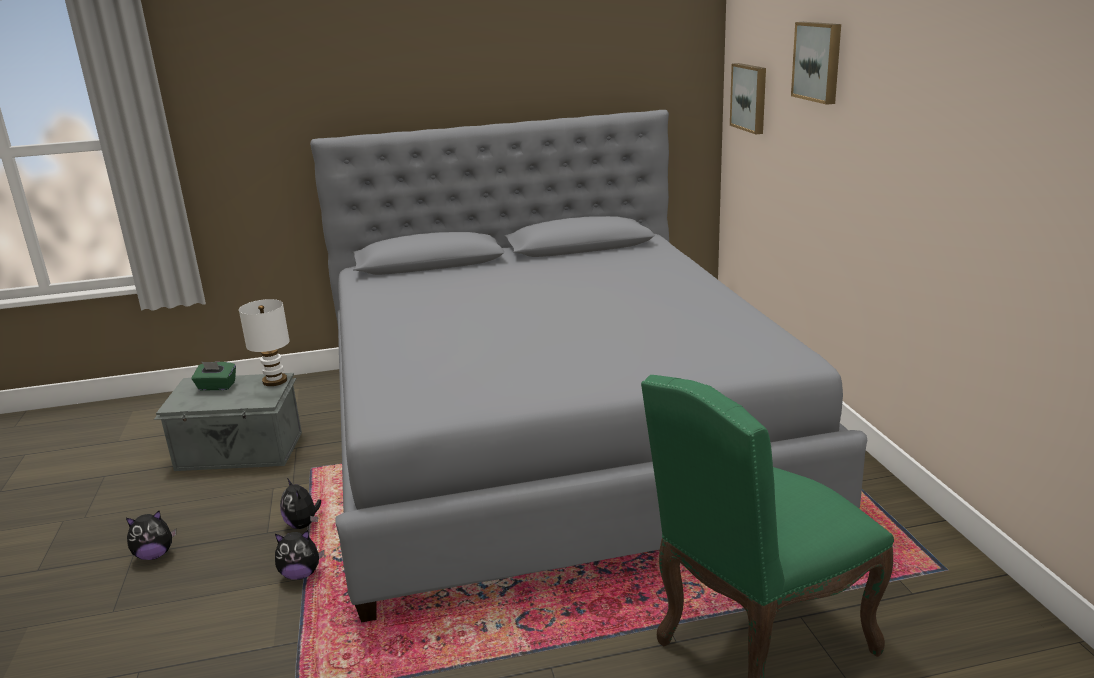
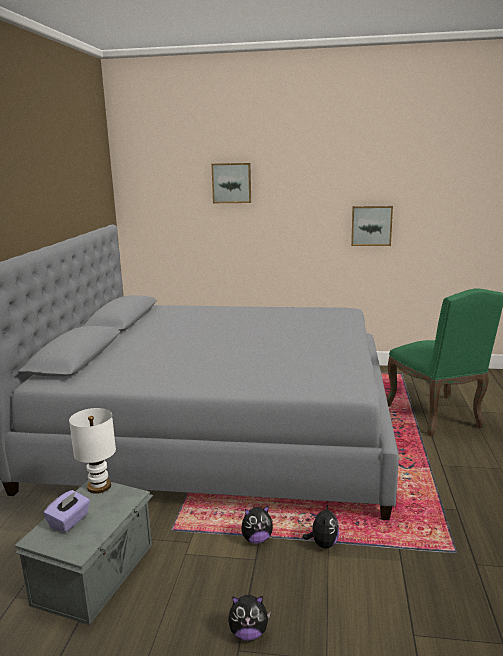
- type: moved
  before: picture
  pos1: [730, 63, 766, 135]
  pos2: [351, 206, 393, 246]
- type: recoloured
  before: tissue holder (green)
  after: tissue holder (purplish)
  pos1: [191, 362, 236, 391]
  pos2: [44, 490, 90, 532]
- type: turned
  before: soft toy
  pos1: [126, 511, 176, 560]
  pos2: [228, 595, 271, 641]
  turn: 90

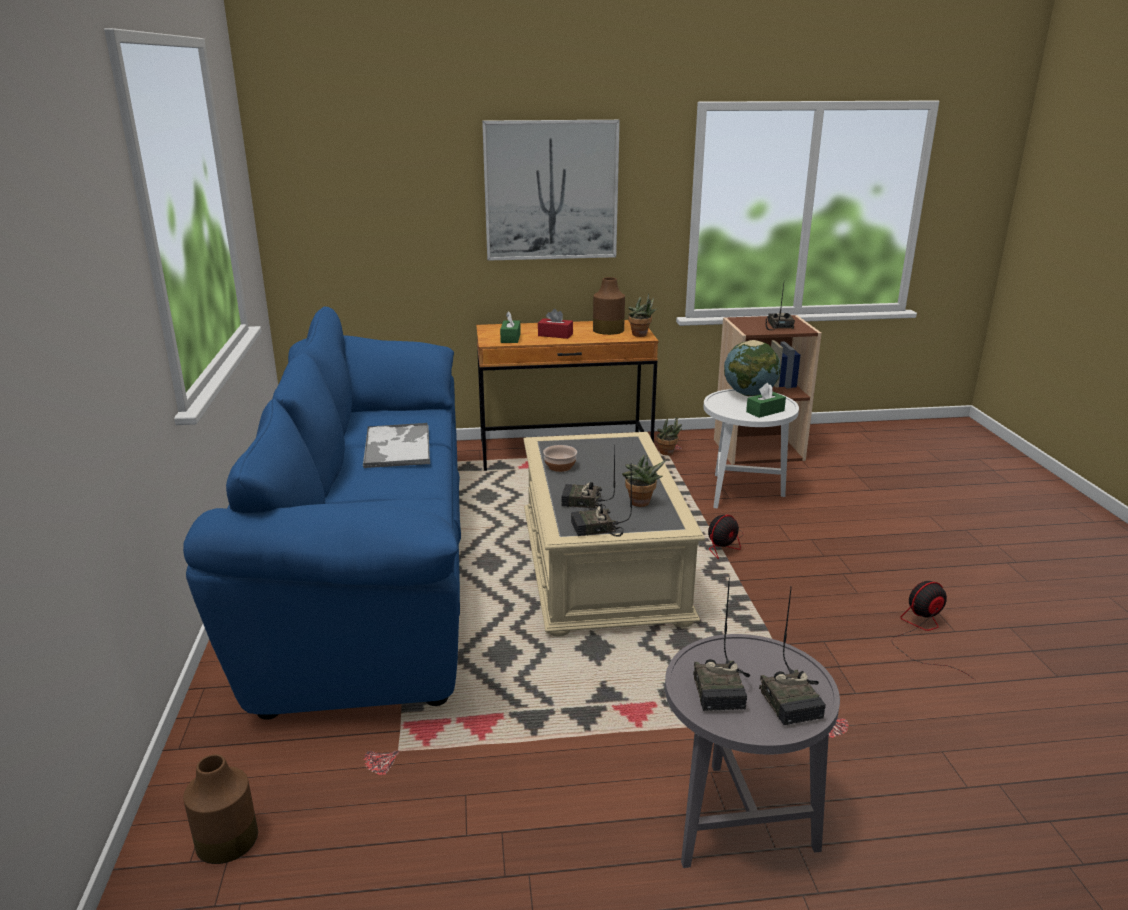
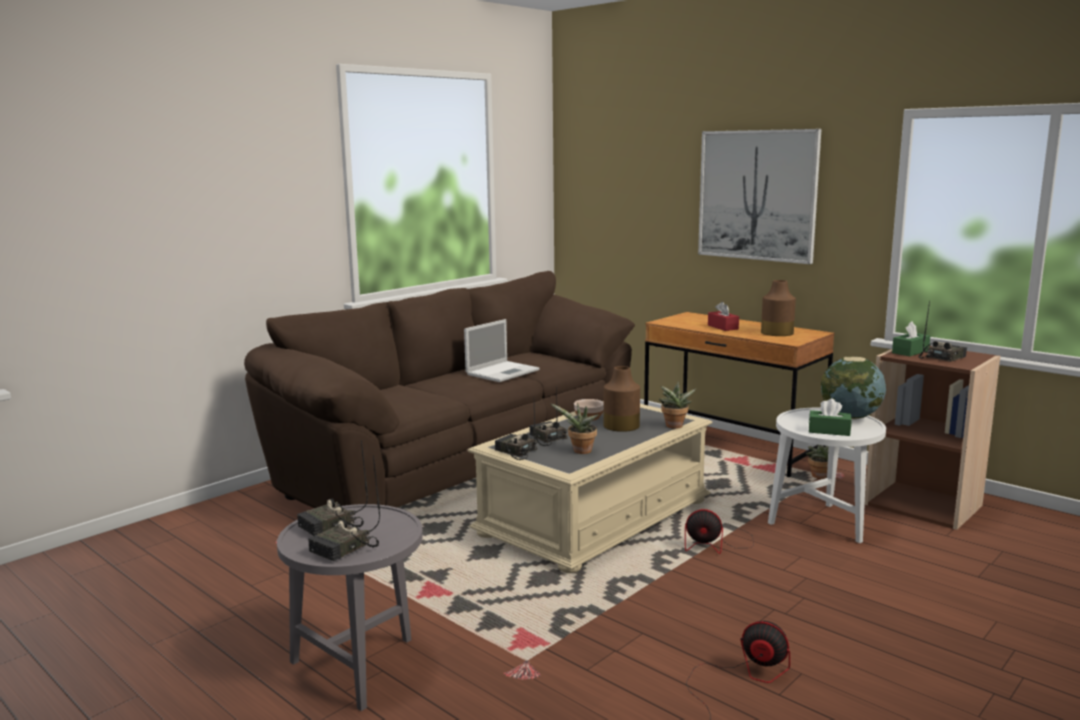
- type: moved
  before: decorative vase (brownish)
  pos1: [183, 754, 258, 864]
  pos2: [603, 366, 640, 432]
- type: moved
  before: tissue holder (green)
  pos1: [500, 311, 521, 343]
  pos2: [892, 321, 930, 356]
- type: moved
  before: plant in a pot
  pos1: [628, 293, 657, 337]
  pos2: [659, 382, 696, 429]
- type: replaced
  before: tray
  after: laptop
  pos1: [363, 423, 430, 468]
  pos2: [464, 319, 540, 382]
- type: recoloured
  before: couch (blue)
  after: couch (brownish)
  pos1: [183, 307, 461, 720]
  pos2: [244, 271, 635, 508]

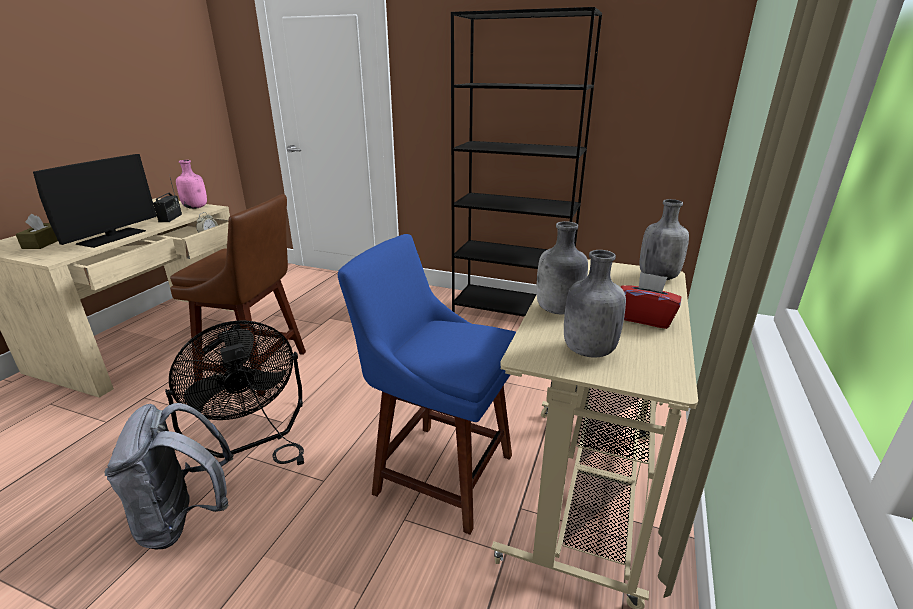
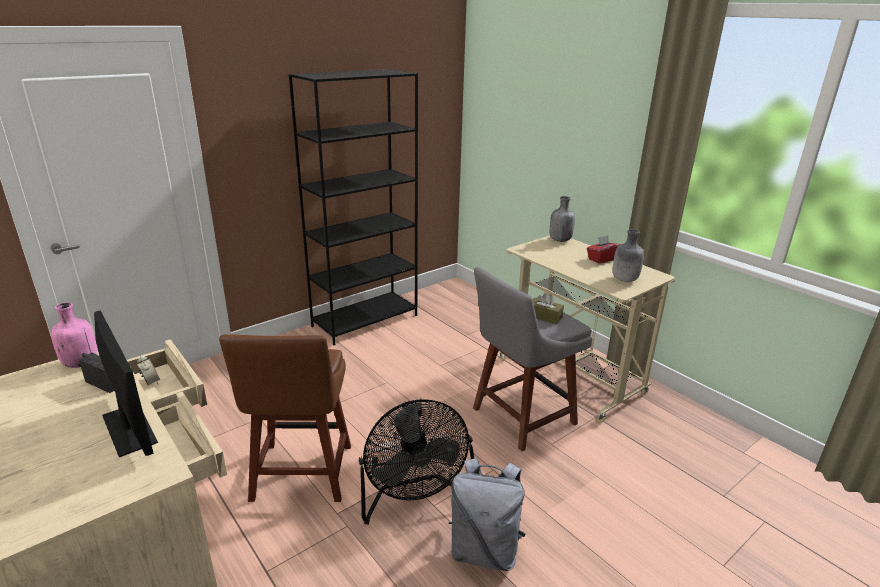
- type: removed
  before: beverage bottle (gray)
  pos1: [536, 221, 588, 314]
- type: moved
  before: tissue holder (brownish)
  pos1: [16, 214, 58, 249]
  pos2: [533, 293, 564, 324]
- type: recoloured
  before: stool (blue)
  after: stool (gray)
  pos1: [338, 234, 516, 535]
  pos2: [473, 267, 592, 451]
- type: turned
  before: electric fan (black)
  pos1: [165, 320, 304, 465]
  pos2: [359, 399, 474, 525]
  turn: -105
- type: turned
  before: chair (brownish)
  pos1: [170, 194, 306, 397]
  pos2: [219, 334, 351, 502]
  turn: 135

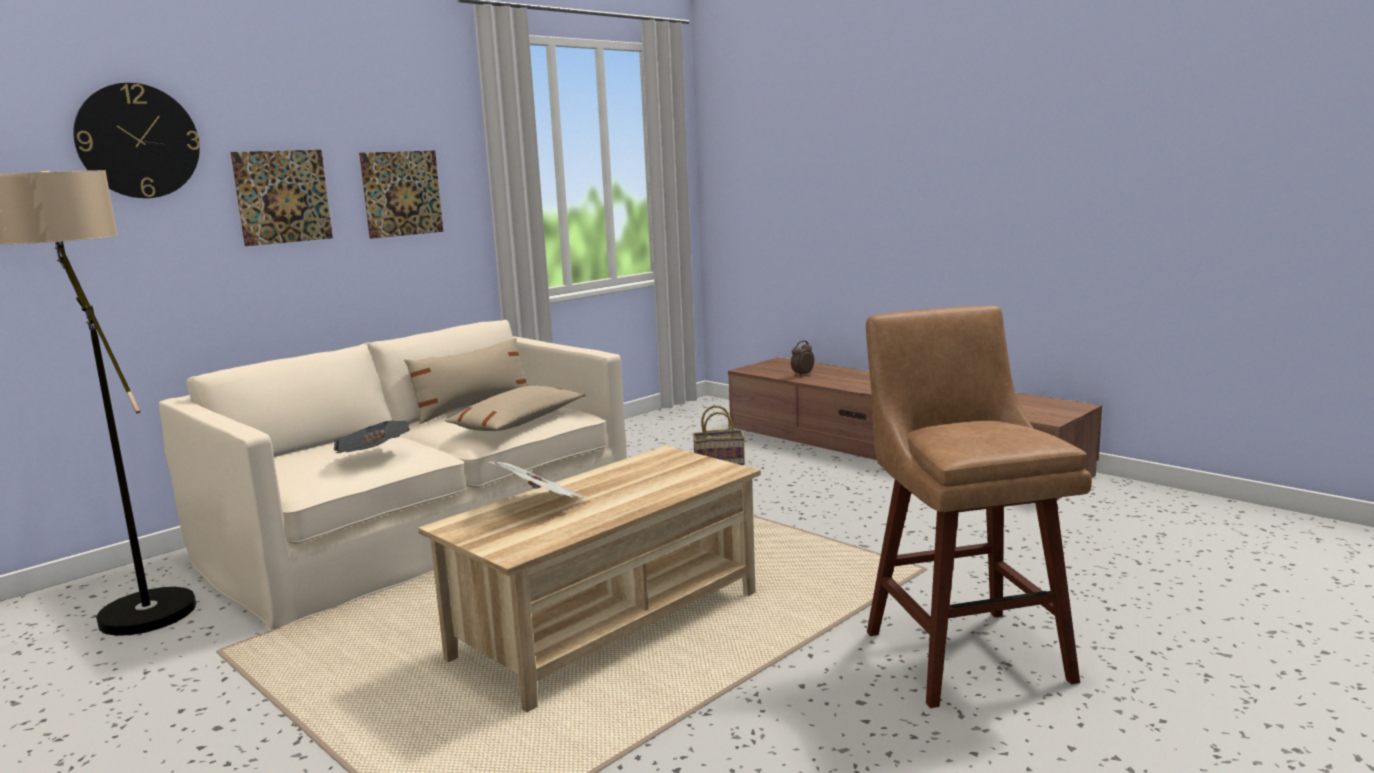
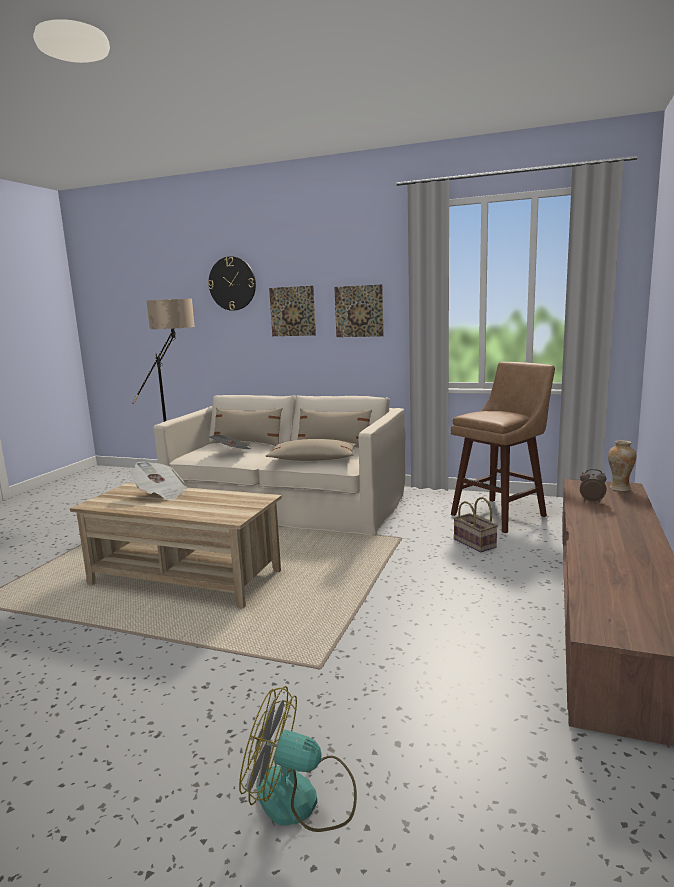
- type: added
  after: cushion (beige)
  pos2: [212, 407, 283, 446]
- type: added
  after: electric fan
  pos2: [239, 686, 357, 832]
- type: added
  after: decorative vase
  pos2: [608, 440, 637, 491]
- type: moved
  before: stool (brownish)
  pos1: [866, 306, 1092, 708]
  pos2: [451, 362, 555, 533]

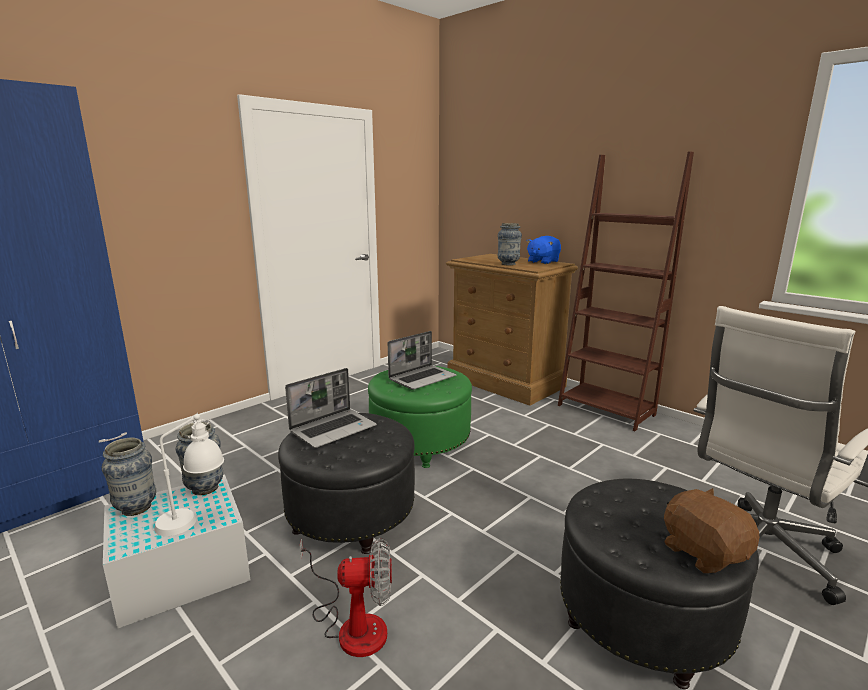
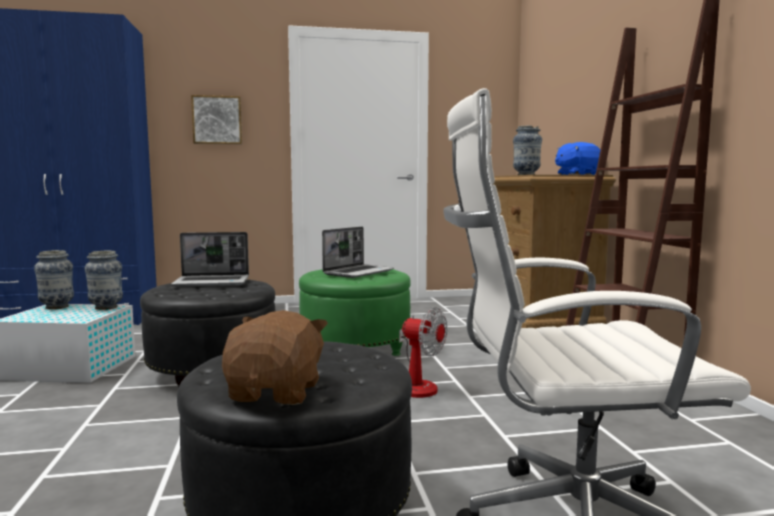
- type: removed
  before: lamp for a table (white)
  pos1: [154, 412, 224, 536]
- type: added
  after: picture
  pos2: [191, 95, 242, 144]
- type: moved
  before: electric fan
  pos1: [299, 538, 392, 657]
  pos2: [399, 307, 447, 398]
- type: turned
  before: laptop
  pos1: [388, 331, 457, 390]
  pos2: [322, 227, 394, 278]
  turn: -45

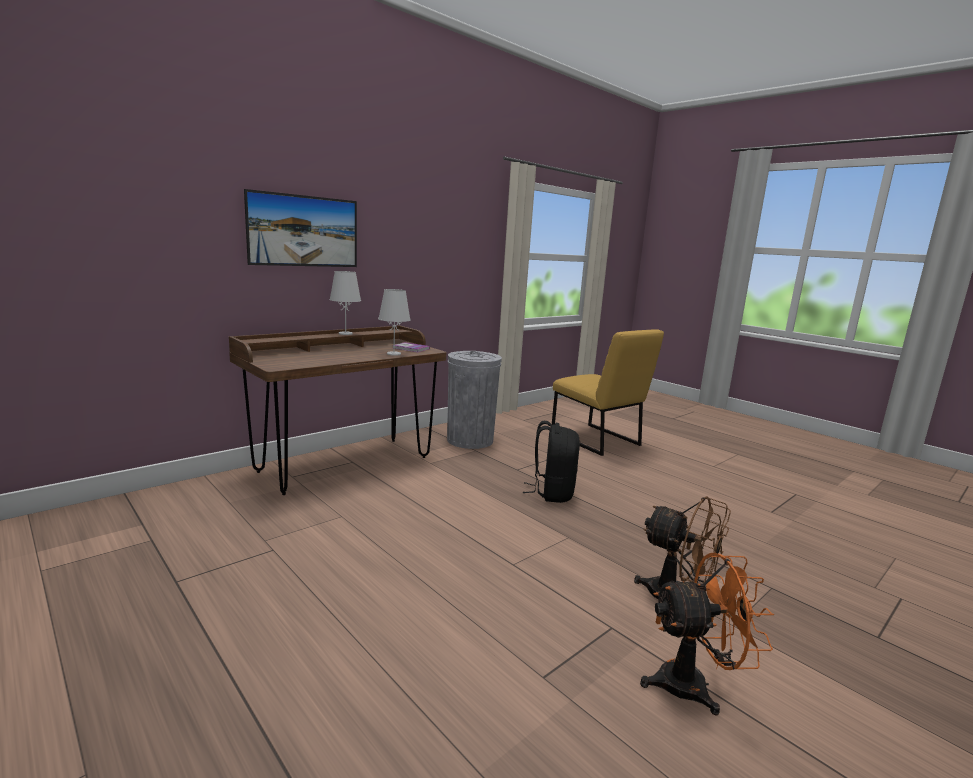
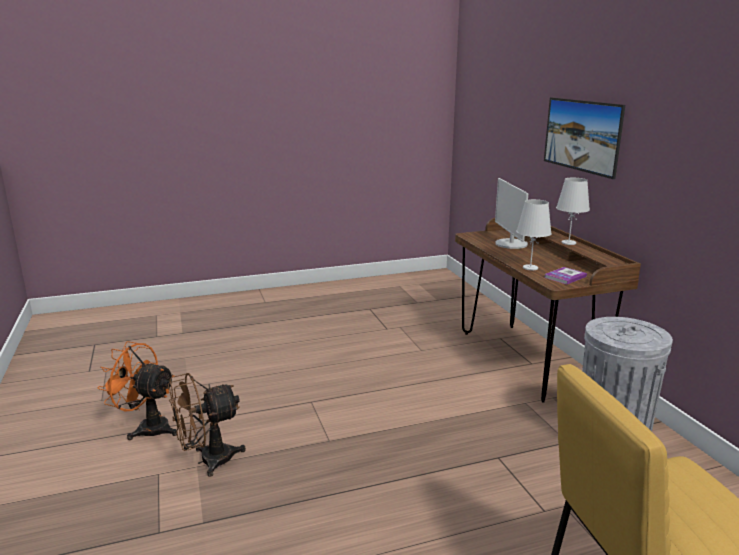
- type: removed
  before: rucksack (black)
  pos1: [523, 421, 580, 503]
- type: added
  after: computer screen
  pos2: [495, 178, 529, 249]
- type: turned
  before: electric fan (orange-coloured)
  pos1: [640, 553, 774, 716]
  pos2: [98, 341, 177, 440]
  turn: 90

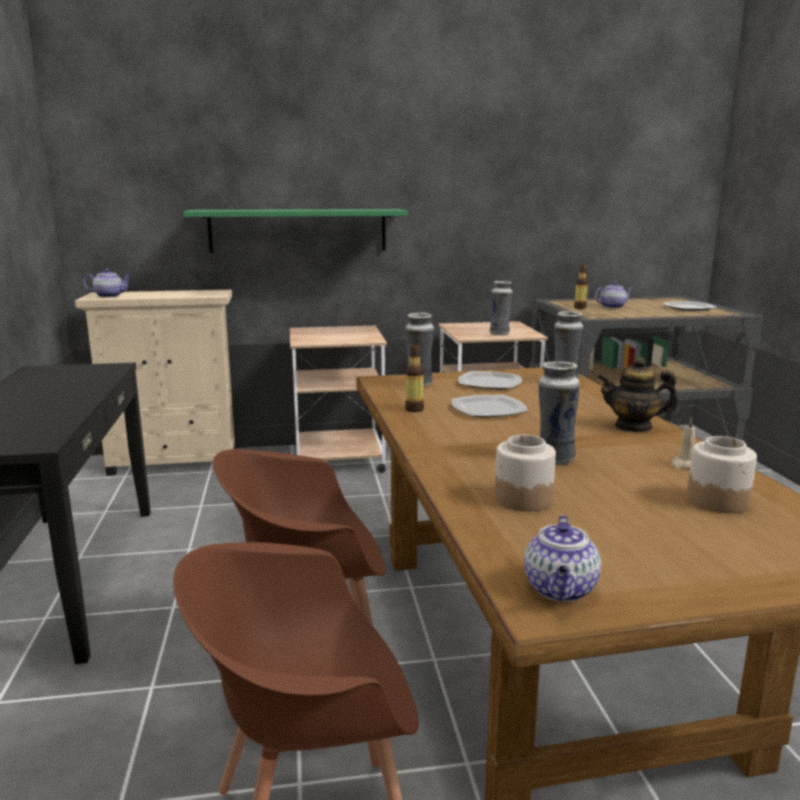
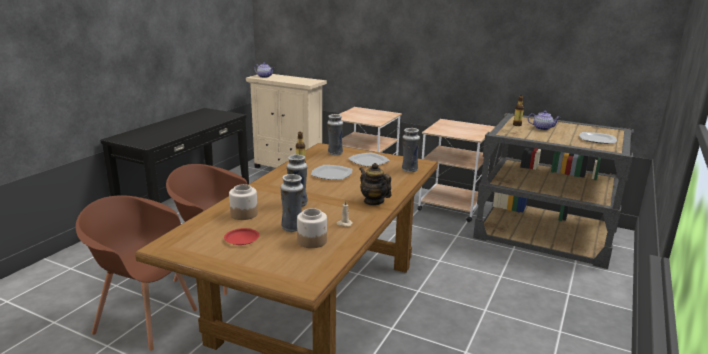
- type: removed
  before: bracket shelf (green)
  pos1: [184, 209, 408, 253]
- type: removed
  before: teapot
  pos1: [524, 515, 601, 602]
- type: added
  after: dinner plate (reddish)
  pos2: [224, 228, 259, 245]
- type: moved
  before: decorative vase
  pos1: [490, 281, 513, 336]
  pos2: [281, 174, 304, 232]

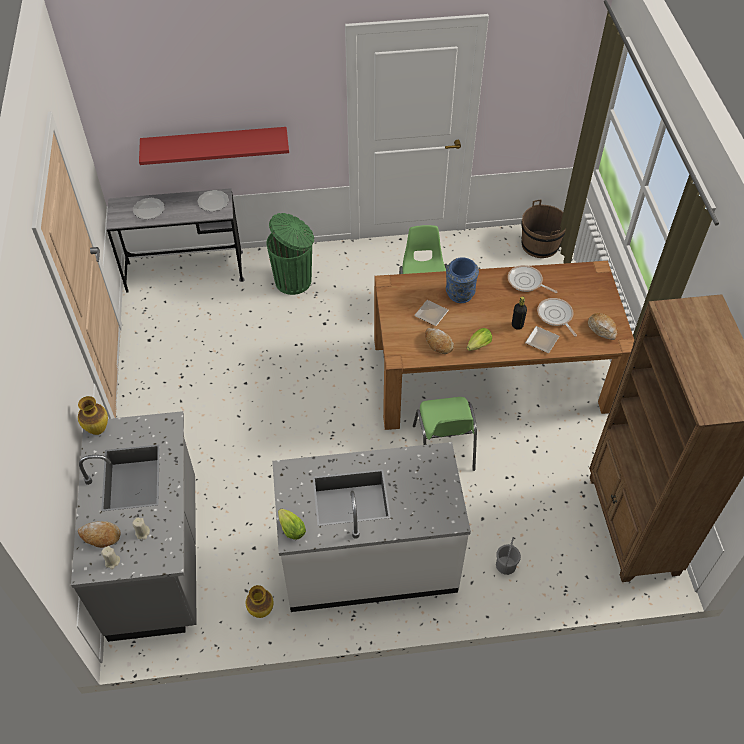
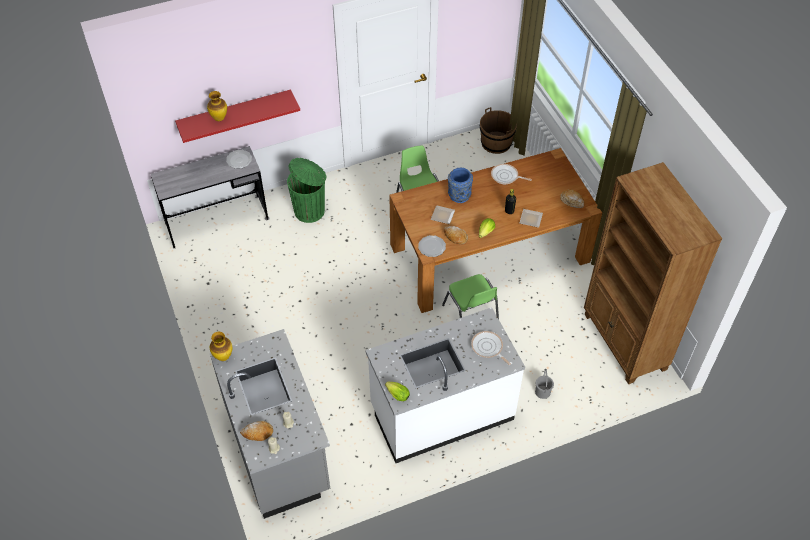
- type: moved
  before: dinner plate
  pos1: [133, 198, 165, 220]
  pos2: [418, 235, 446, 257]
- type: moved
  before: decorative vase
  pos1: [246, 585, 274, 618]
  pos2: [207, 91, 227, 121]
- type: moved
  before: skillet
  pos1: [537, 298, 577, 337]
  pos2: [471, 331, 511, 365]

